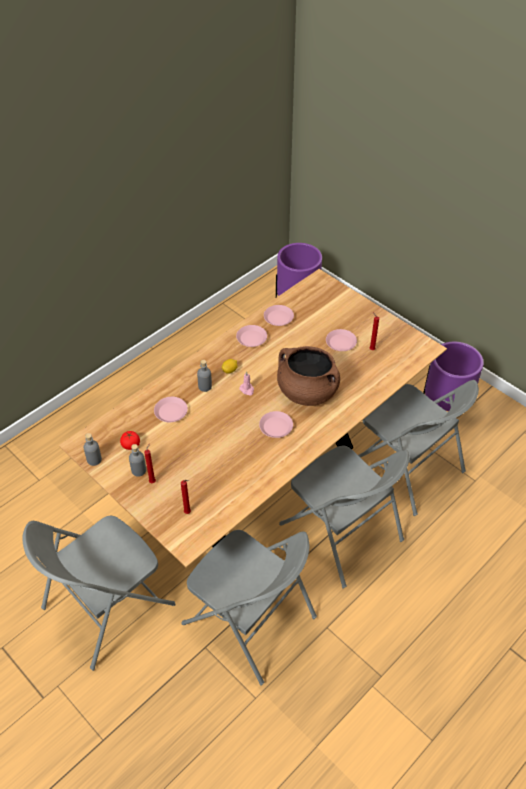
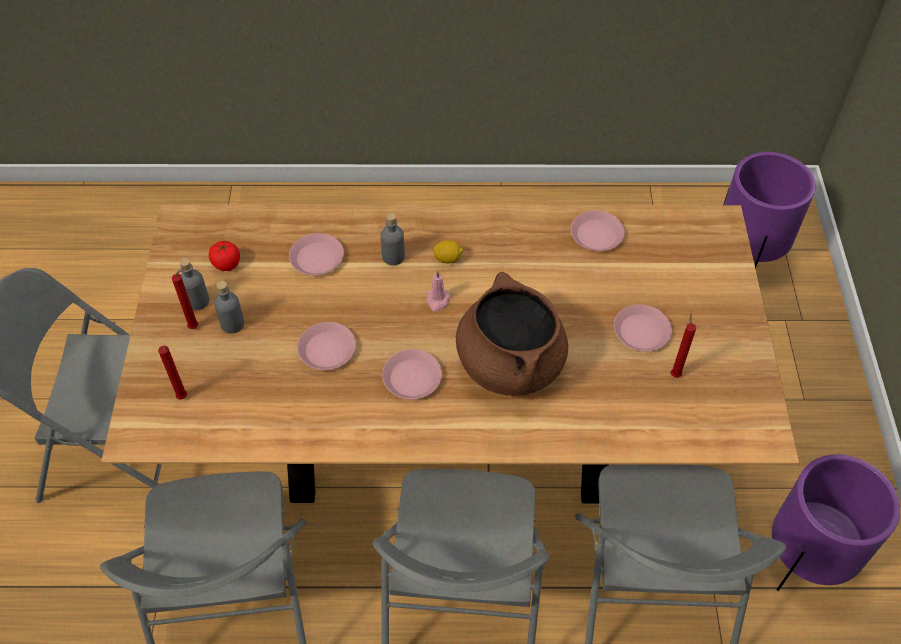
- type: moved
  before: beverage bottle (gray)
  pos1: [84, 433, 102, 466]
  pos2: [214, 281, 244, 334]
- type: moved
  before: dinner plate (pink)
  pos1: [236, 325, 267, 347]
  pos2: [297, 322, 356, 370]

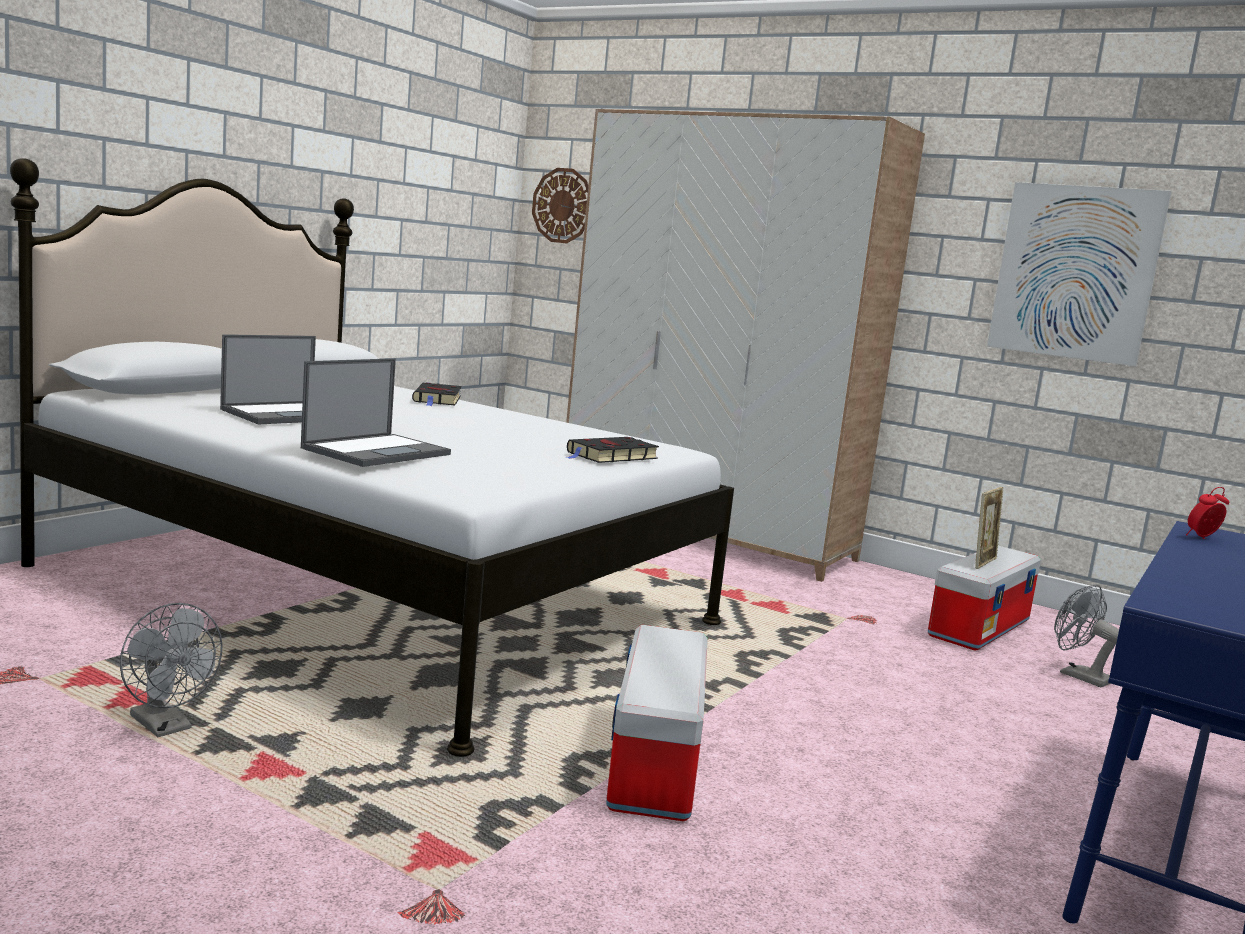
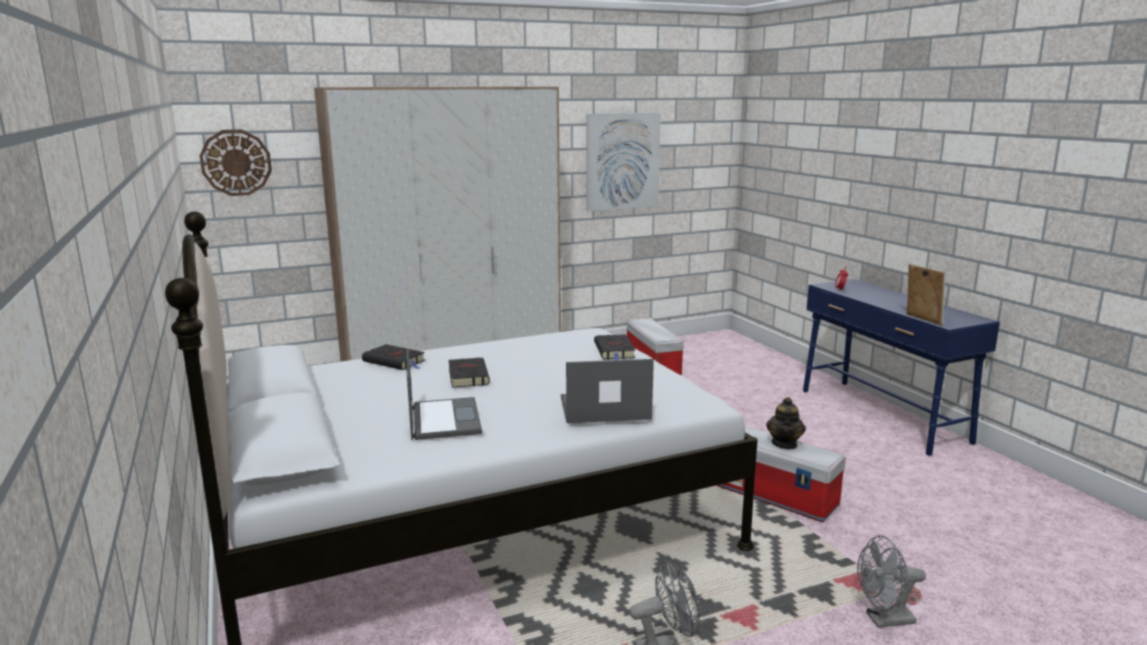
- type: added
  after: bound book (black)
  pos2: [449, 358, 490, 388]
- type: added
  after: teapot
  pos2: [766, 397, 806, 449]
- type: moved
  before: photo frame
  pos1: [975, 487, 1003, 569]
  pos2: [907, 264, 945, 326]
- type: moved
  before: electric fan (gray)
  pos1: [1054, 584, 1119, 687]
  pos2: [857, 535, 926, 628]
- type: turned
  before: laptop
  pos1: [301, 358, 451, 467]
  pos2: [561, 359, 654, 423]
  turn: -75

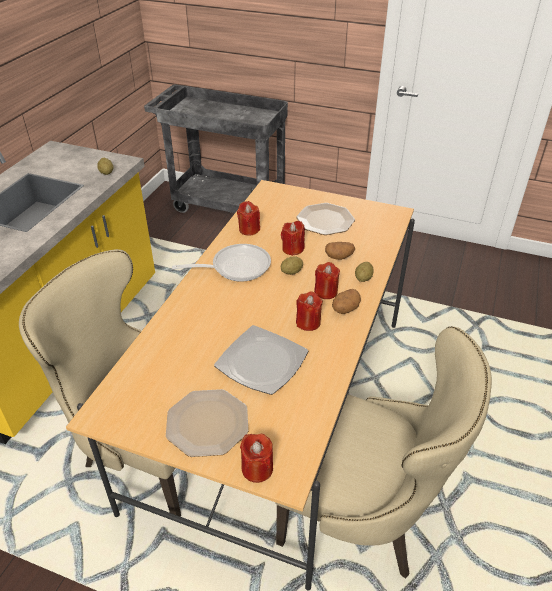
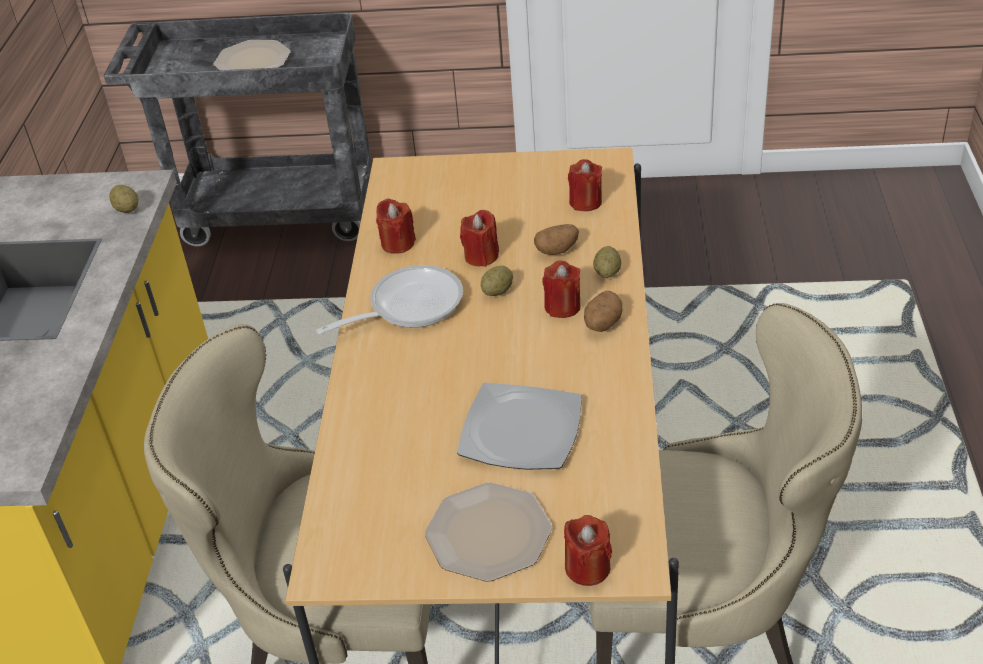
- type: moved
  before: dinner plate
  pos1: [296, 203, 355, 235]
  pos2: [213, 40, 291, 70]
- type: moved
  before: wax light (reddish)
  pos1: [296, 291, 323, 331]
  pos2: [568, 159, 602, 211]

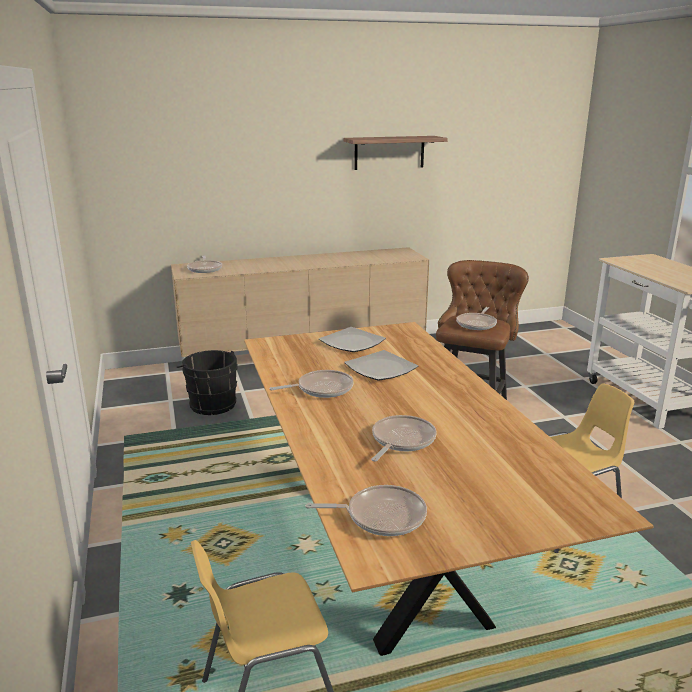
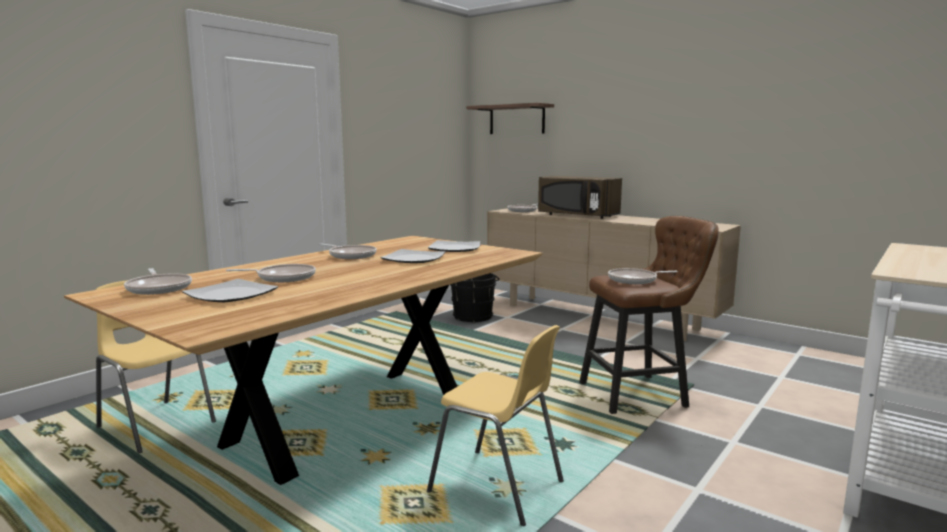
- type: added
  after: dinner plate
  pos2: [182, 279, 278, 302]
- type: added
  after: microwave (brownish)
  pos2: [538, 176, 622, 219]
- type: moved
  before: bracket shelf
  pos1: [343, 136, 448, 170]
  pos2: [467, 103, 554, 134]

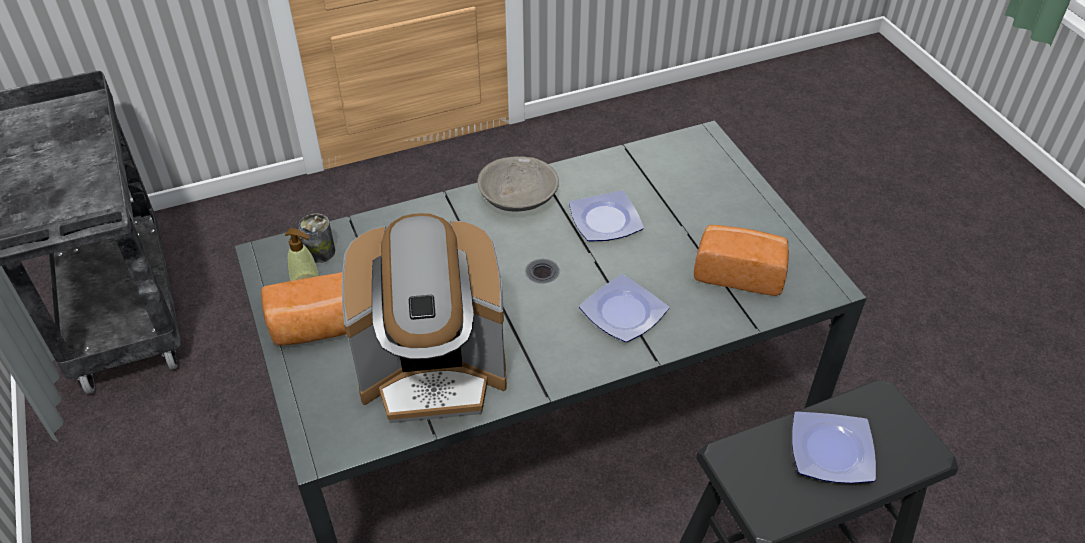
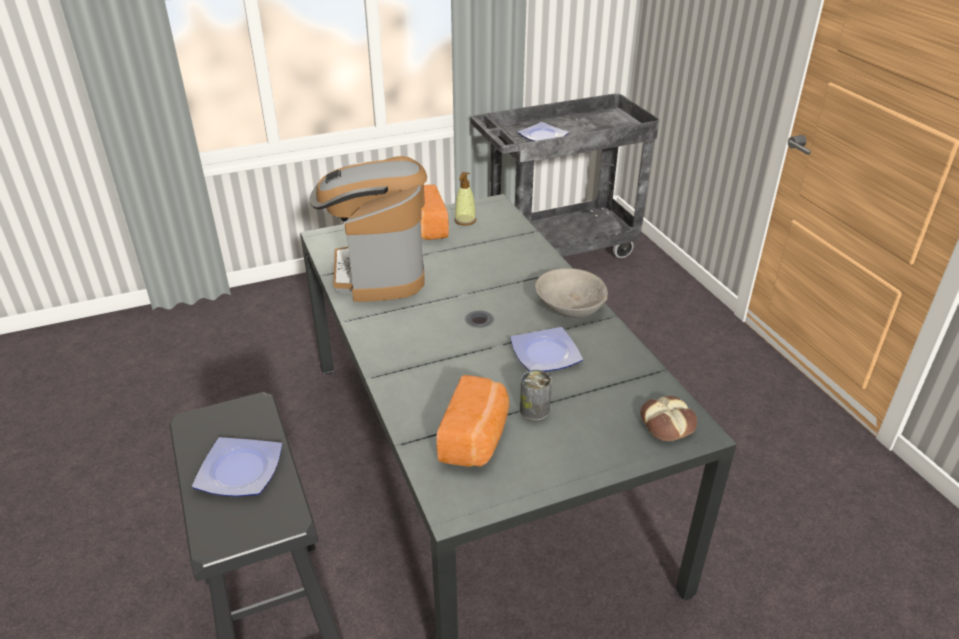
- type: added
  after: bread
  pos2: [640, 396, 697, 441]
- type: moved
  before: can
  pos1: [299, 214, 335, 263]
  pos2: [520, 370, 552, 420]
- type: moved
  before: dinner plate
  pos1: [579, 274, 669, 342]
  pos2: [518, 122, 569, 141]

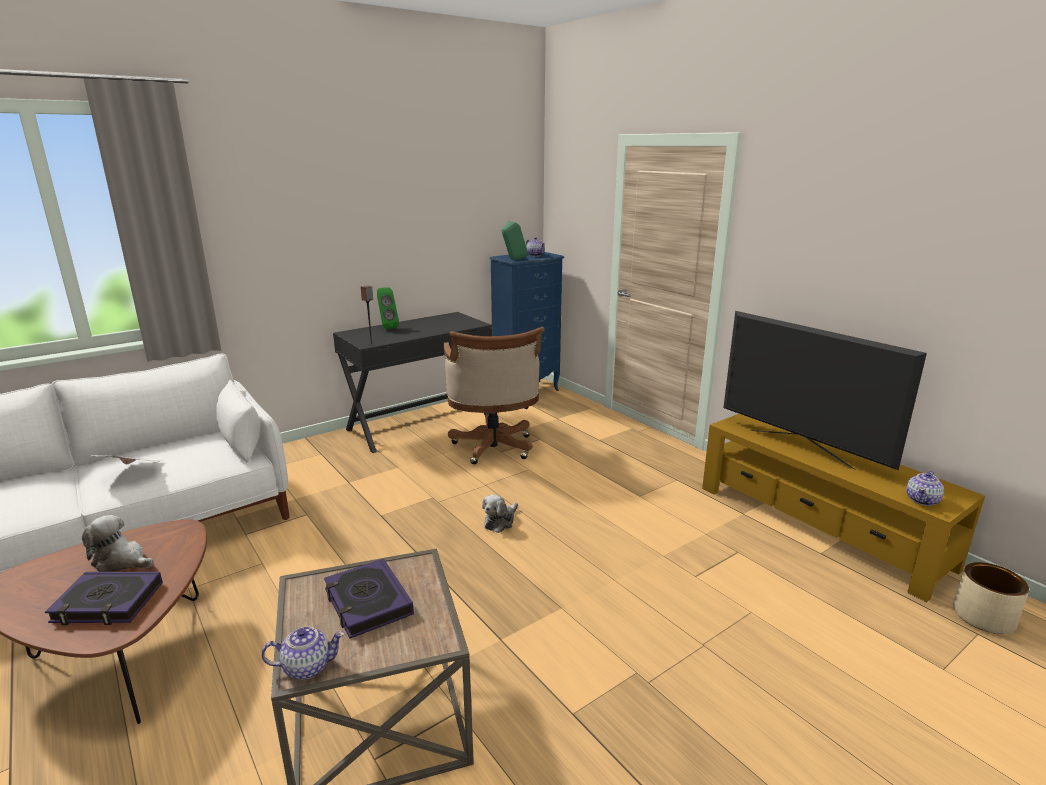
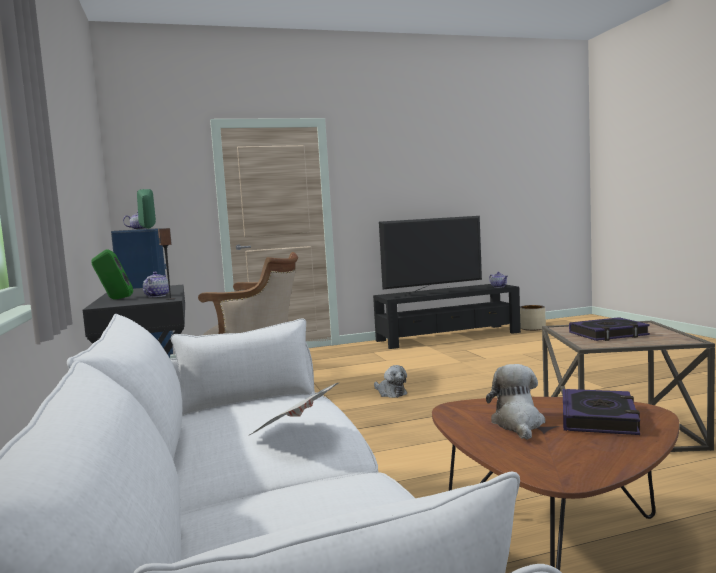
- type: moved
  before: teapot
  pos1: [261, 627, 345, 679]
  pos2: [143, 272, 169, 297]
- type: recoloured
  before: media console (yellow-coloured)
  after: media console (black)
  pos1: [702, 414, 985, 602]
  pos2: [373, 284, 521, 349]
- type: turned
  before: soft toy
  pos1: [82, 515, 153, 572]
  pos2: [486, 364, 545, 440]
  turn: 150

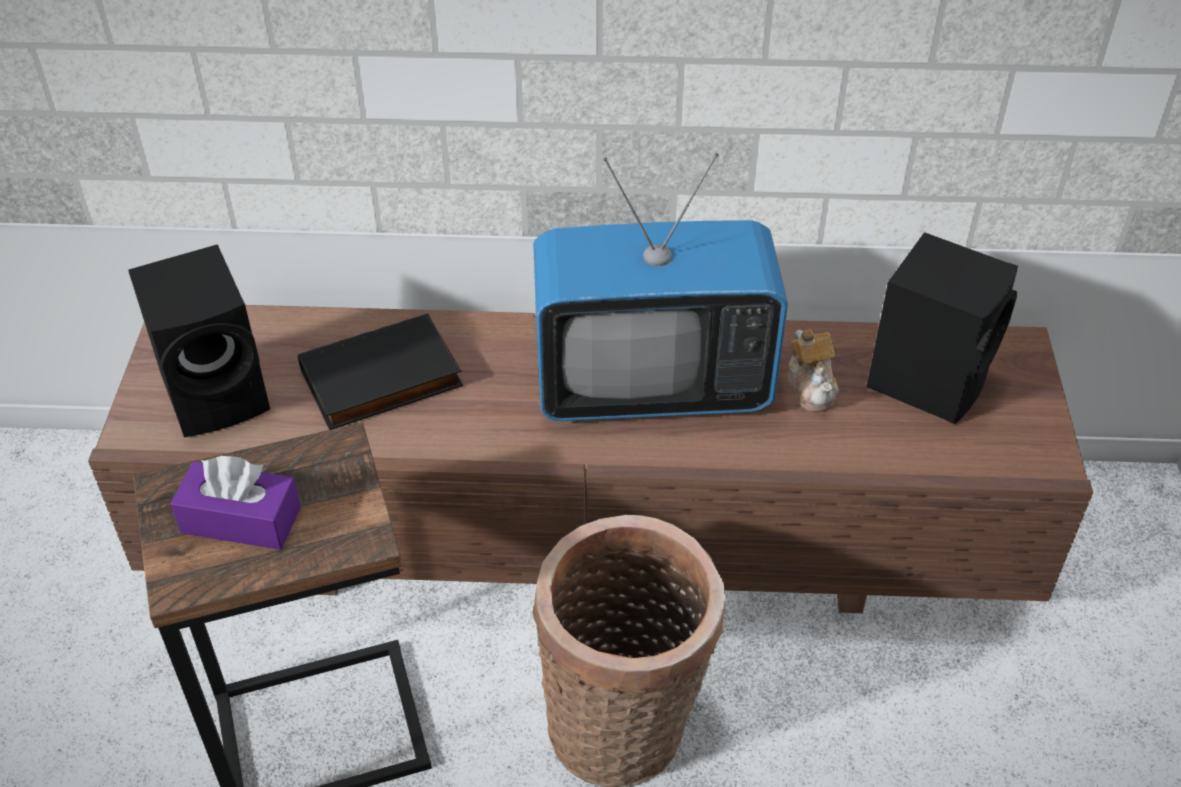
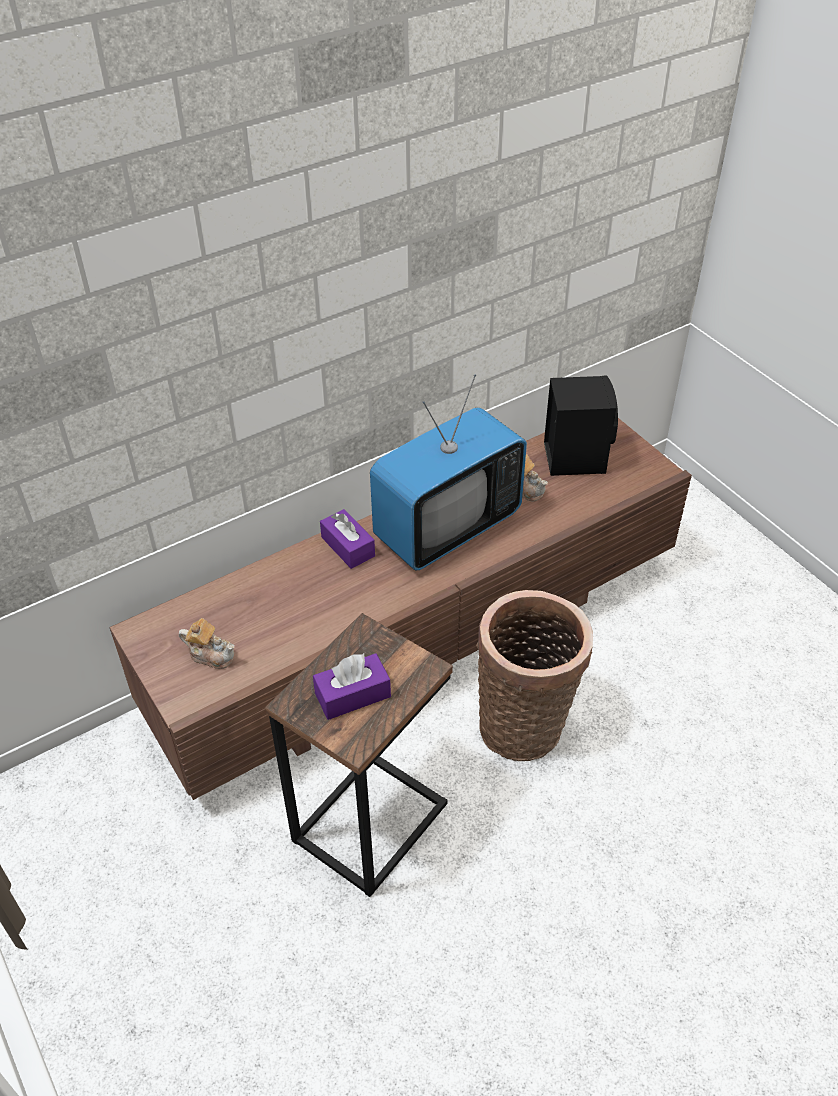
- type: removed
  before: bound book (black)
  pos1: [298, 314, 463, 430]
- type: added
  after: tissue holder (purplish)
  pos2: [320, 509, 375, 569]
- type: replaced
  before: audio speaker (black)
  after: teapot
  pos1: [128, 244, 270, 437]
  pos2: [179, 618, 235, 669]

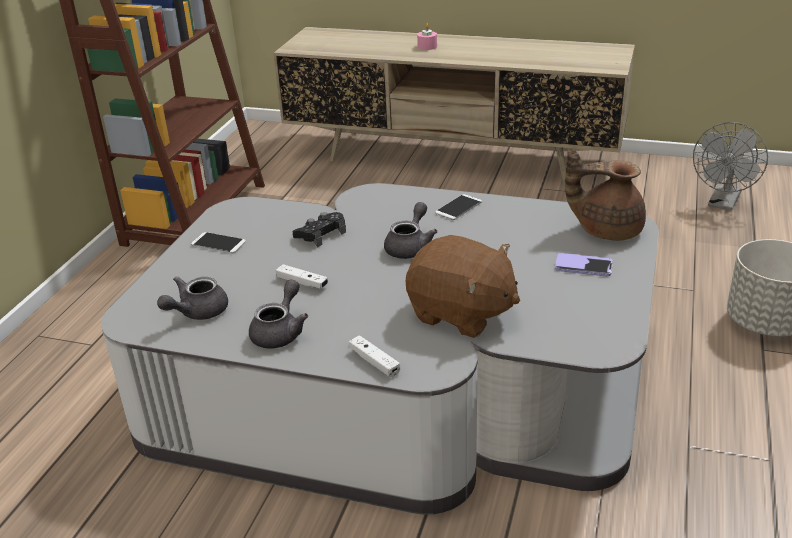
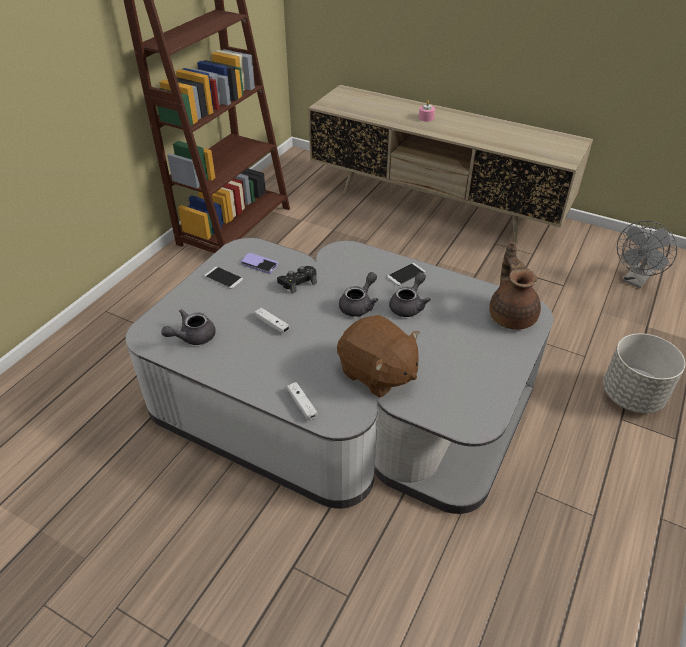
- type: moved
  before: teapot (gray)
  pos1: [249, 280, 308, 349]
  pos2: [389, 272, 431, 317]
- type: moved
  before: phone
  pos1: [555, 253, 613, 277]
  pos2: [240, 253, 279, 274]
- type: turned
  before: teapot (brownish)
  pos1: [565, 150, 646, 241]
  pos2: [489, 241, 541, 330]
  turn: 60

